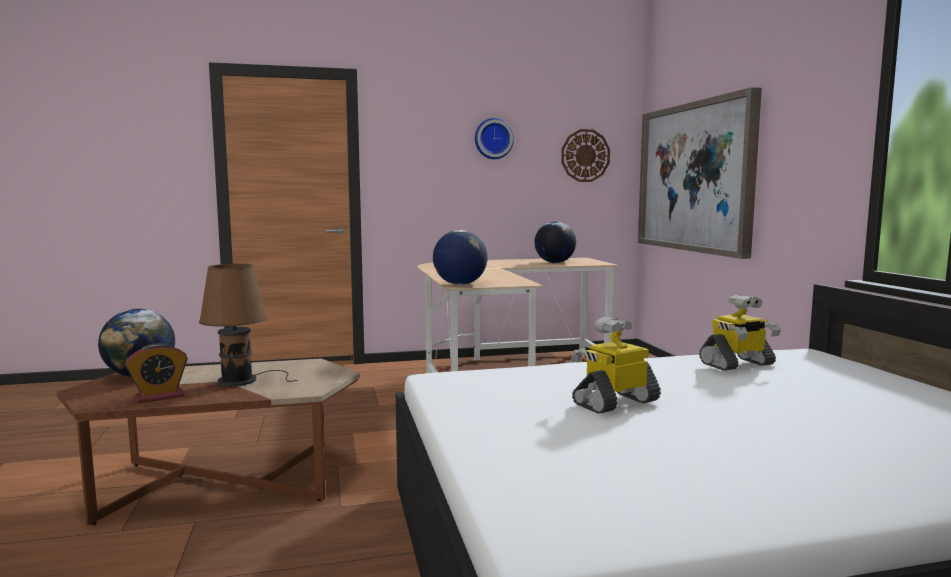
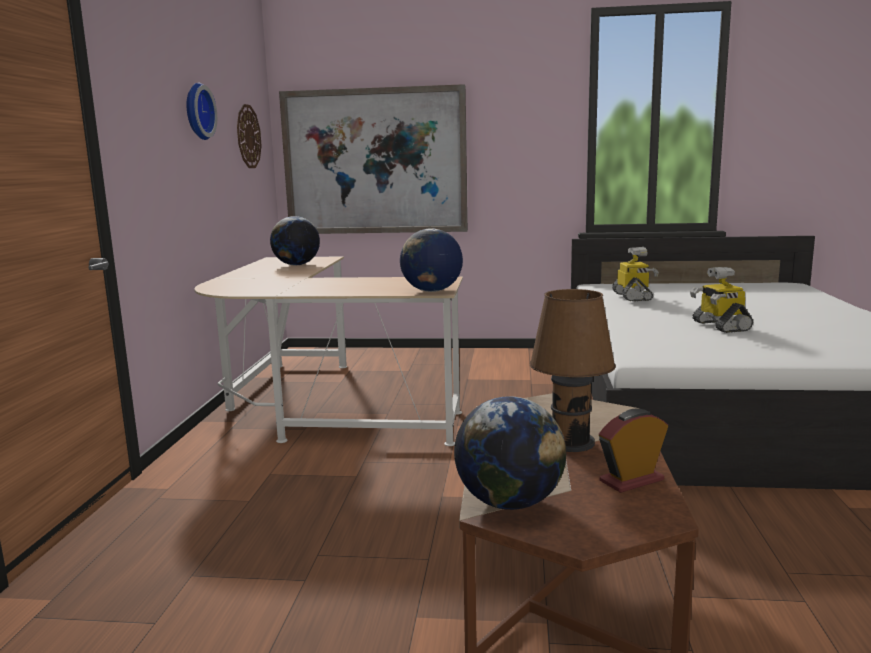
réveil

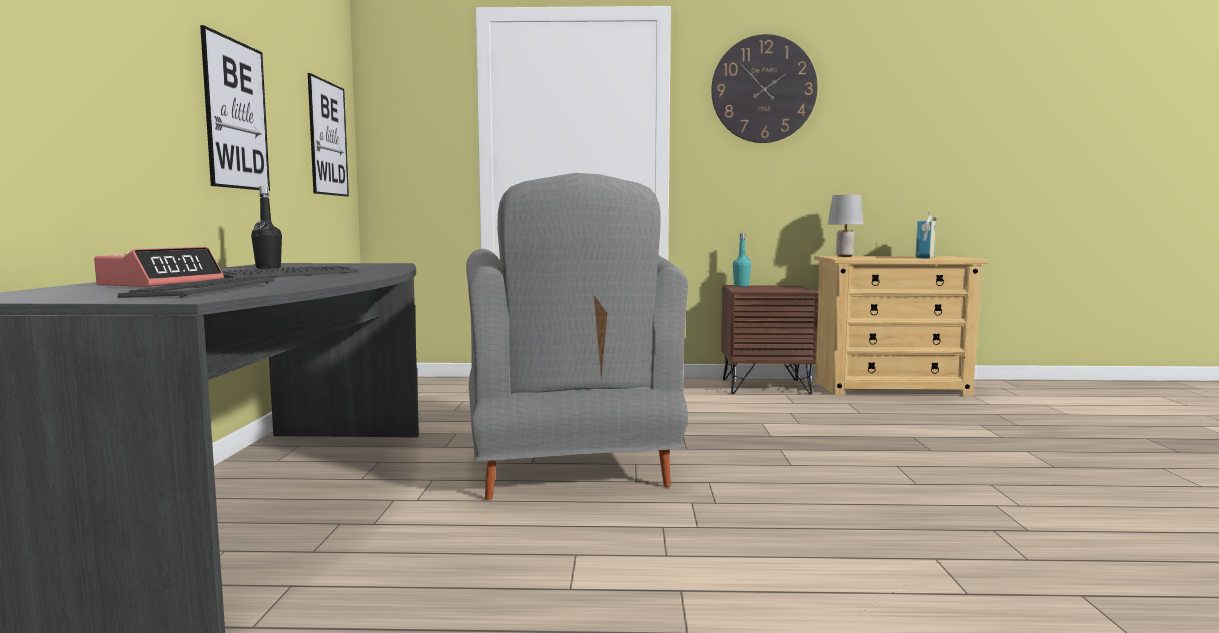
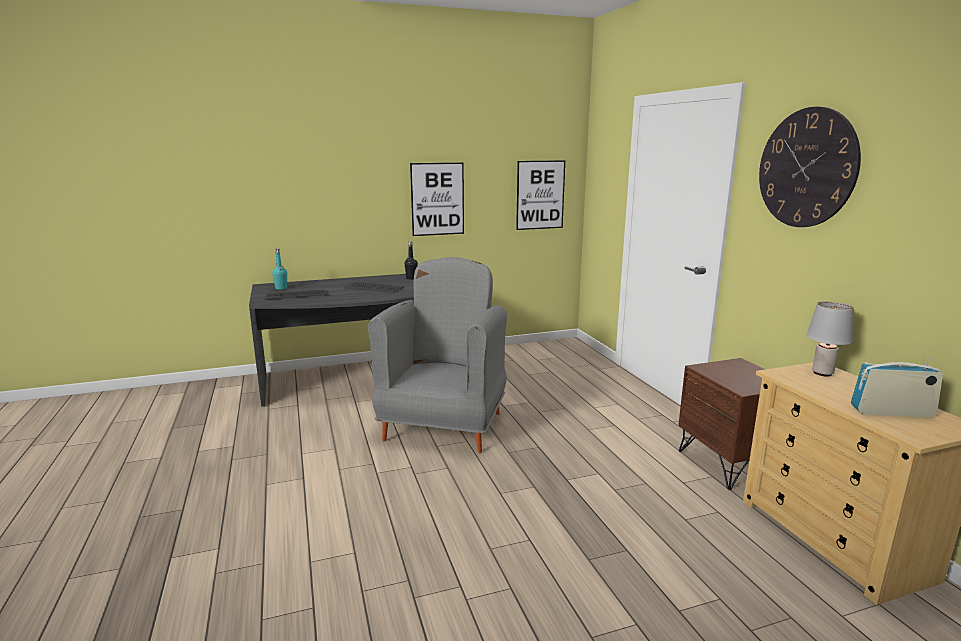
réveil
bouteille/turquoise
fauteuil/gris

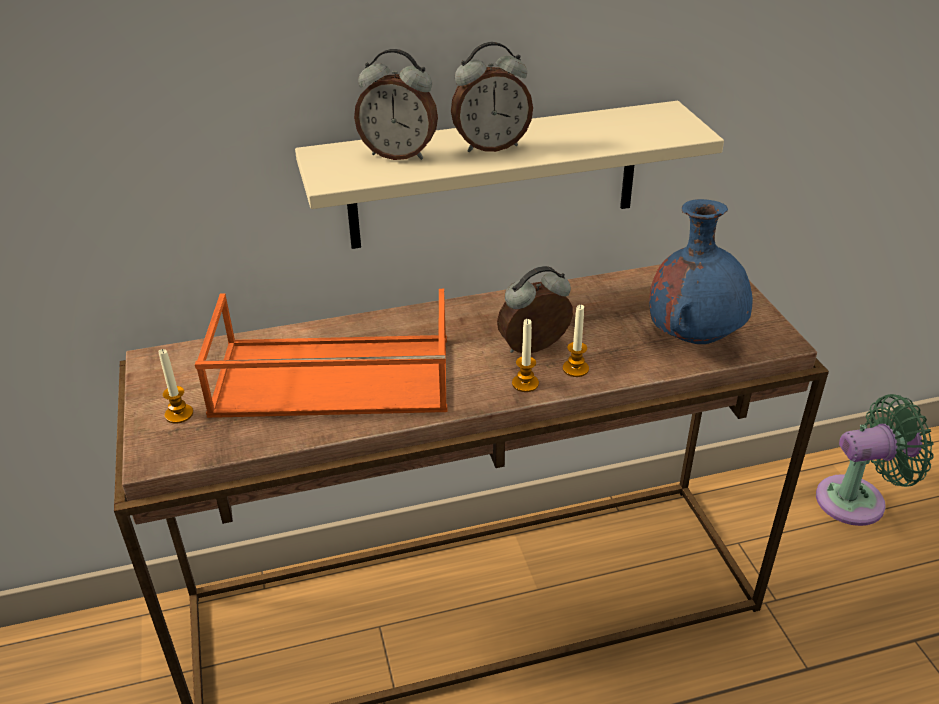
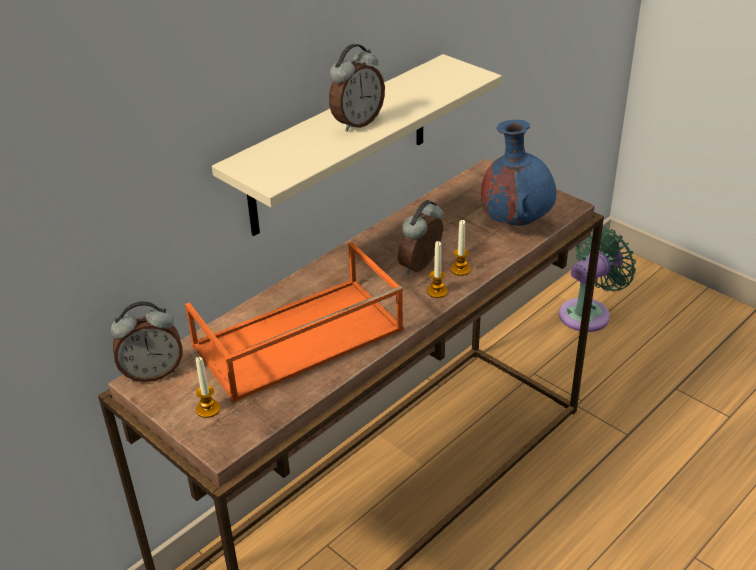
réveil (1st from left)

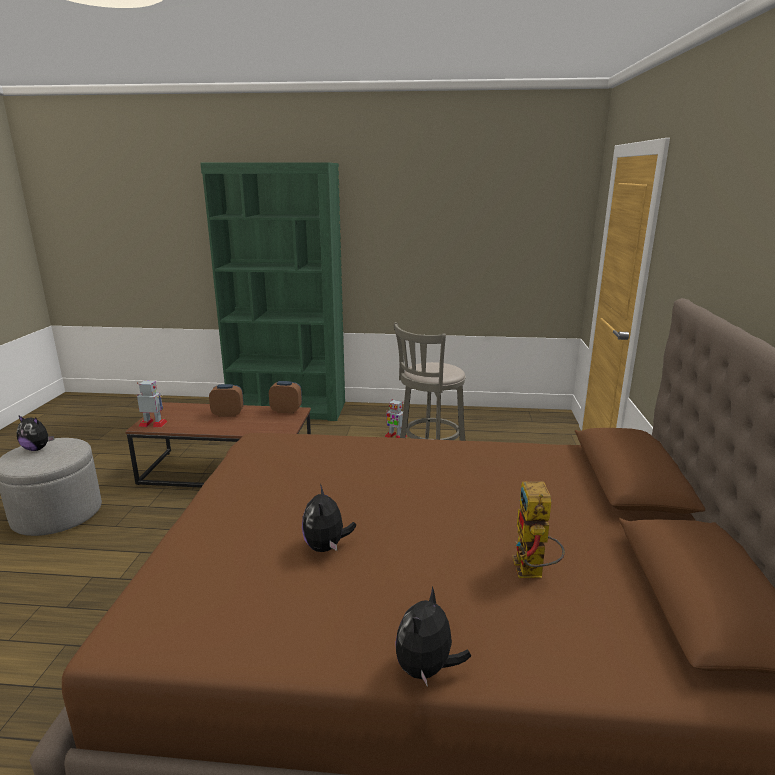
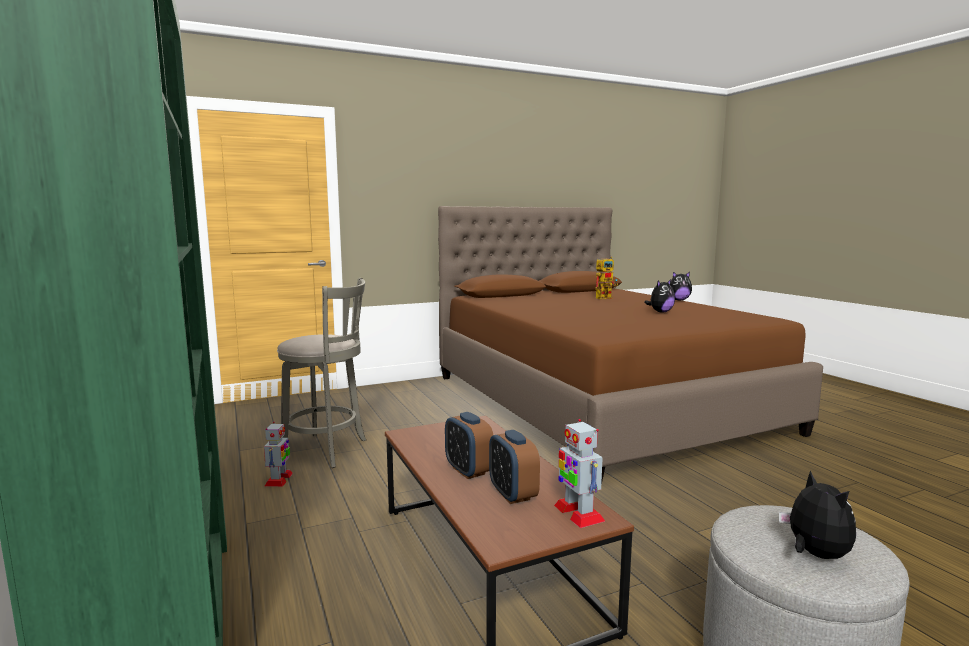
réveil (2nd from left)

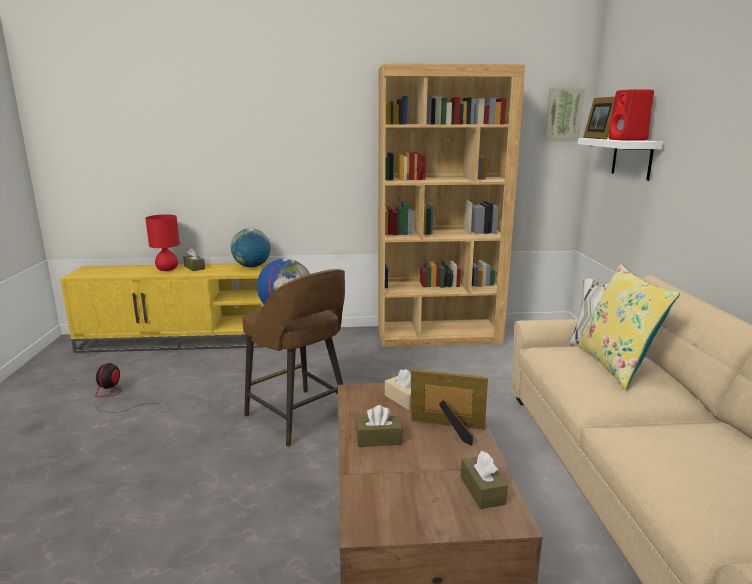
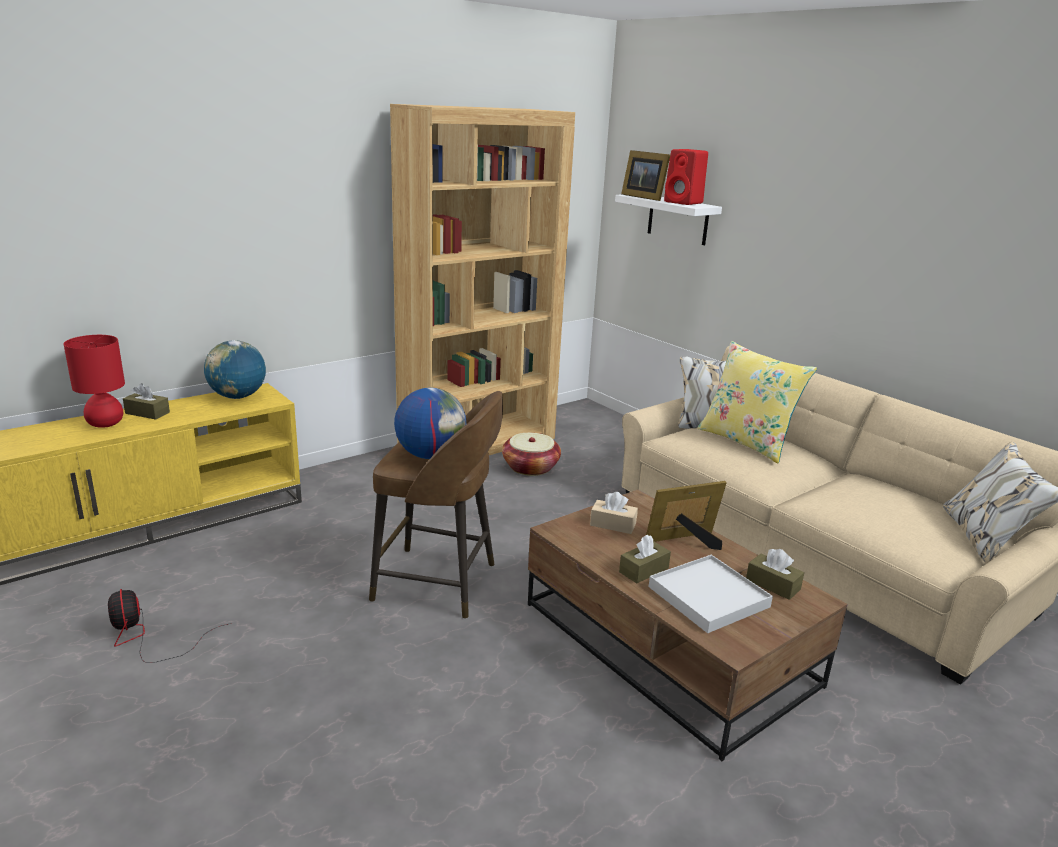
tableau
panier
plateau/blanc

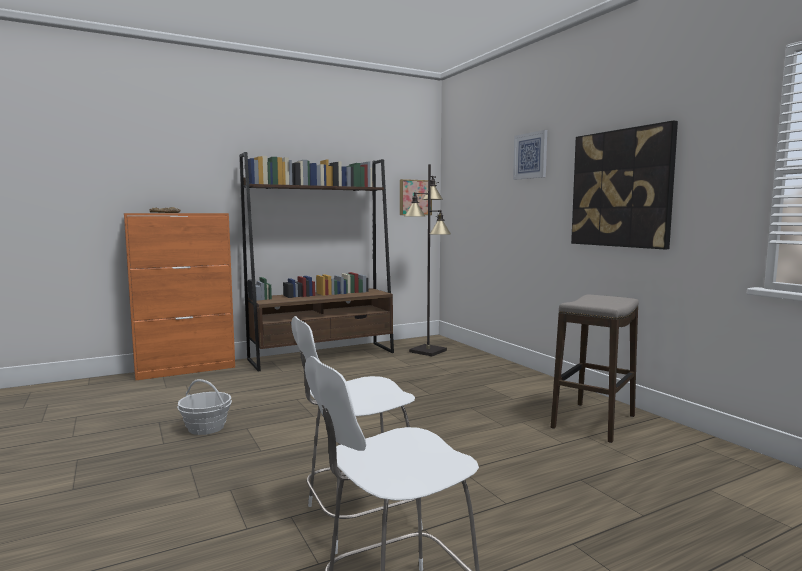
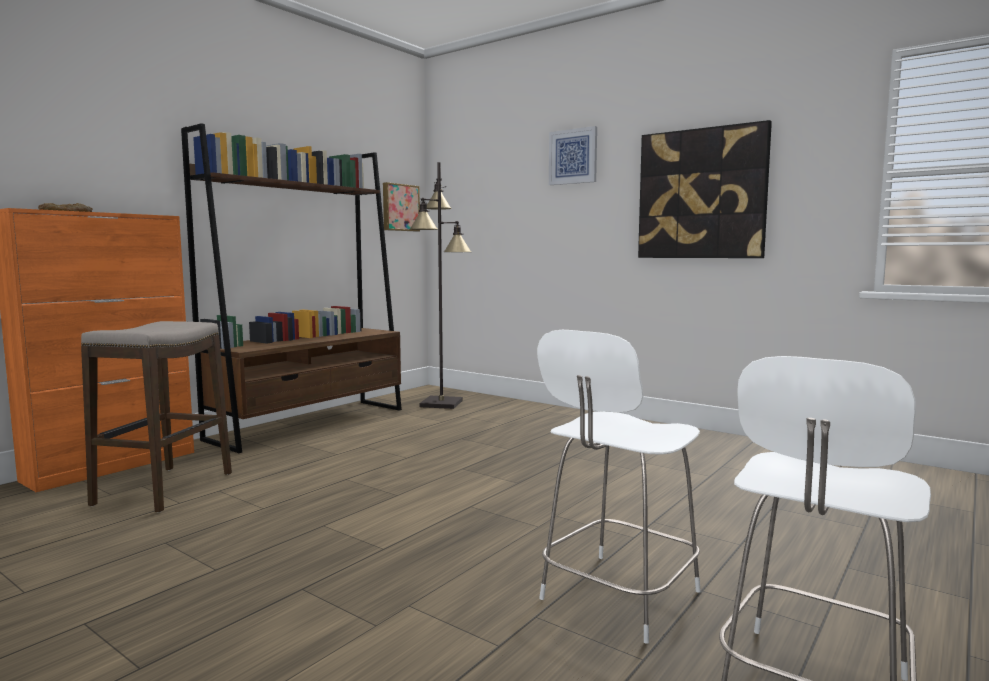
panier
tabouret

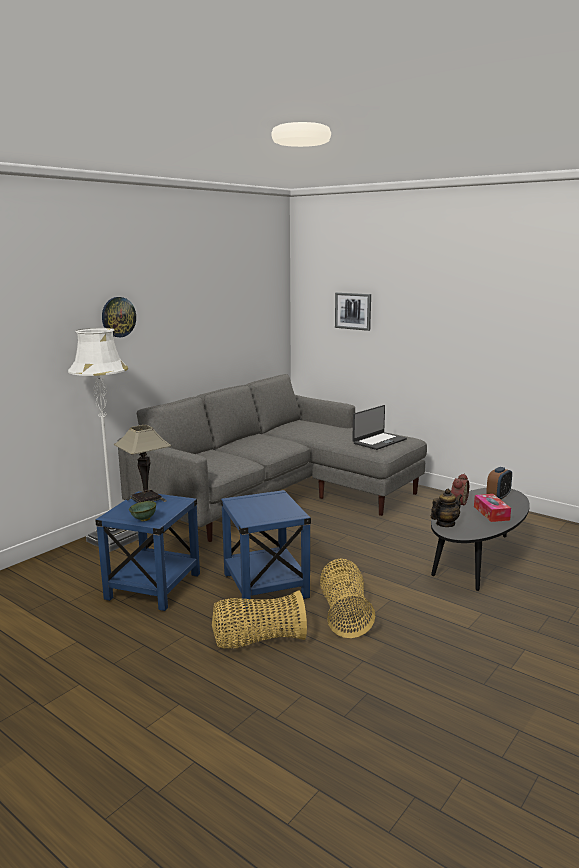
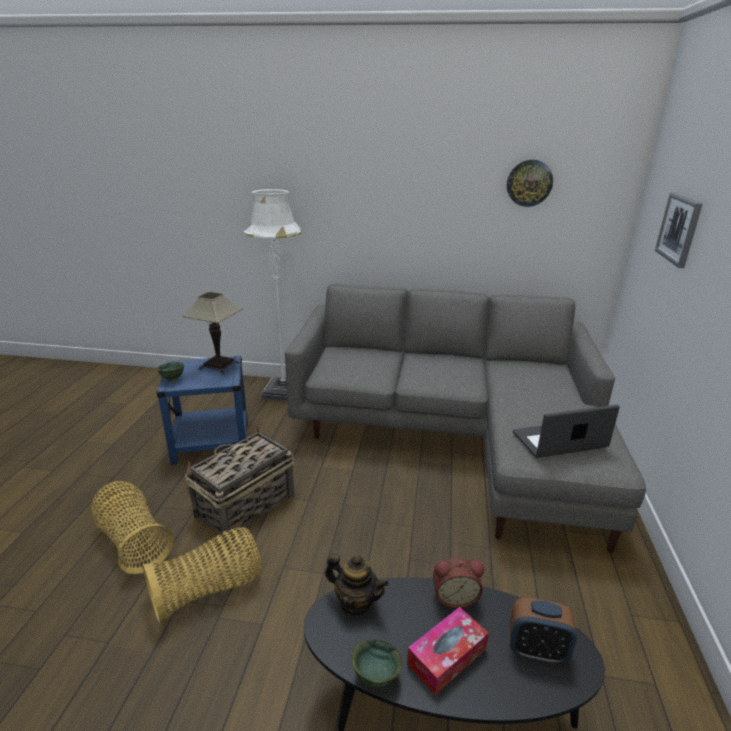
bol/vert (2nd from left)
horloge murale
panier (3rd from left)
ordinateur portable

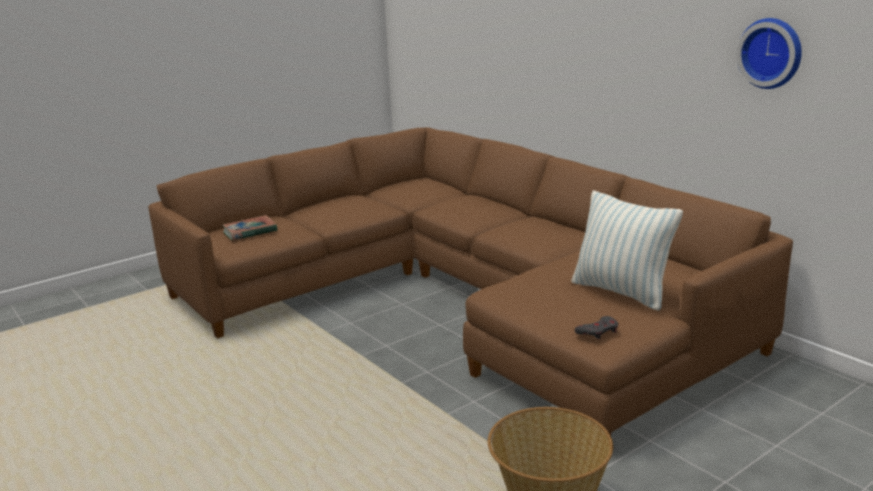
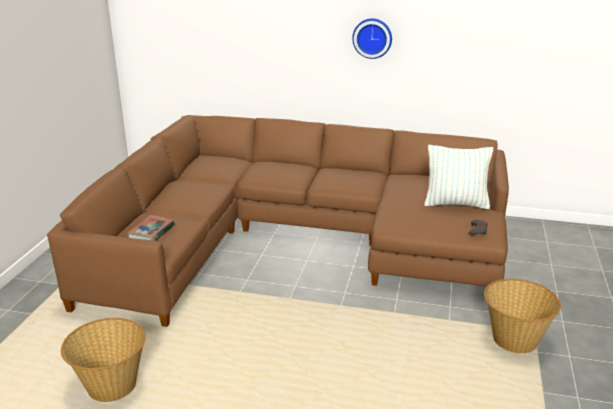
panier (1st from left)
horloge murale

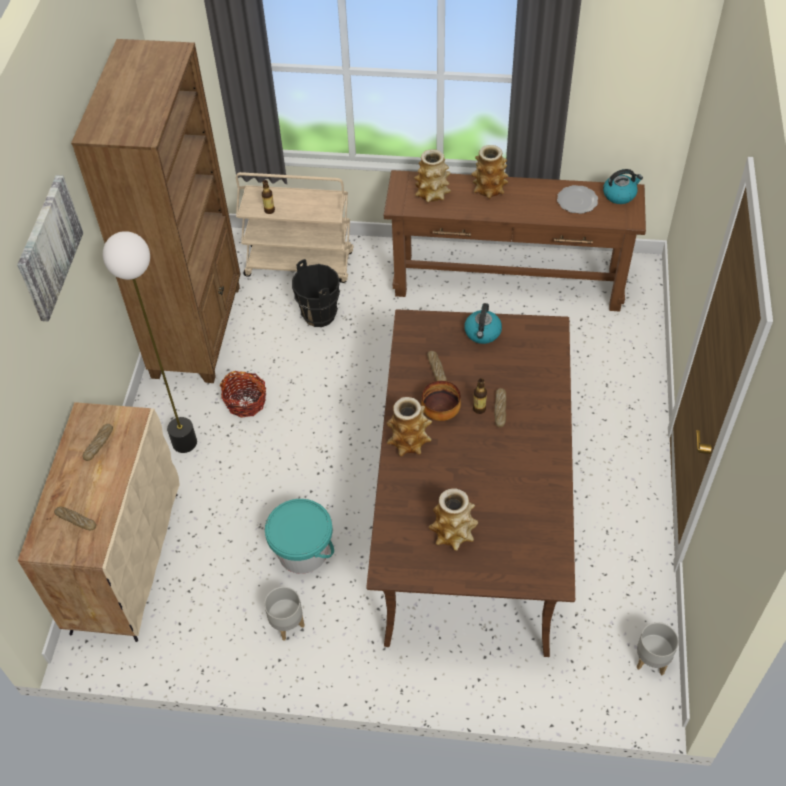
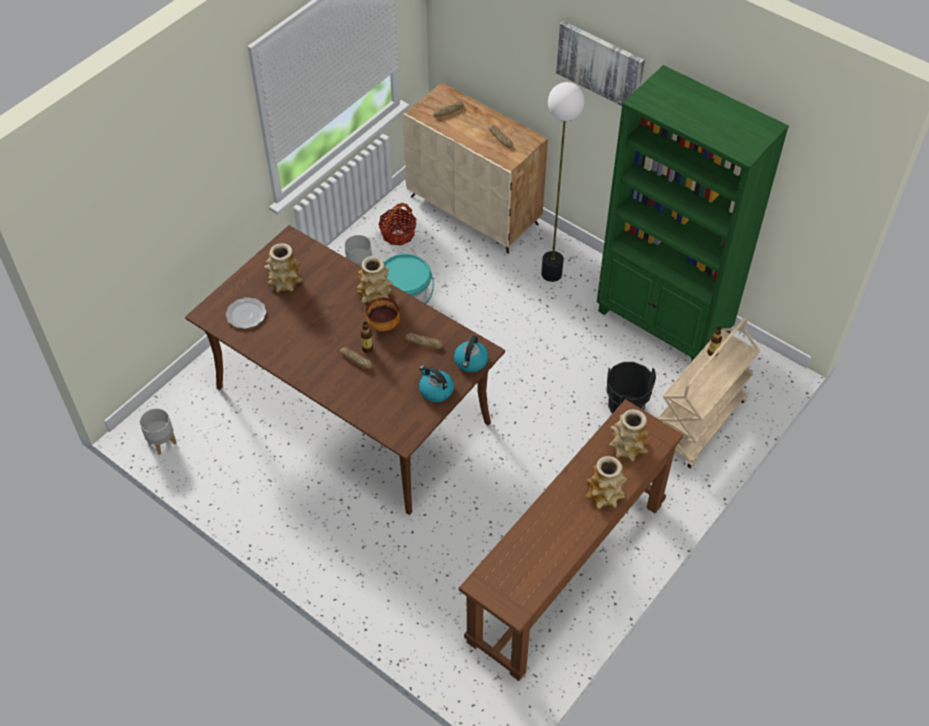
panier
assiette
bouilloire (2nd from left)
bibliothèque/vert

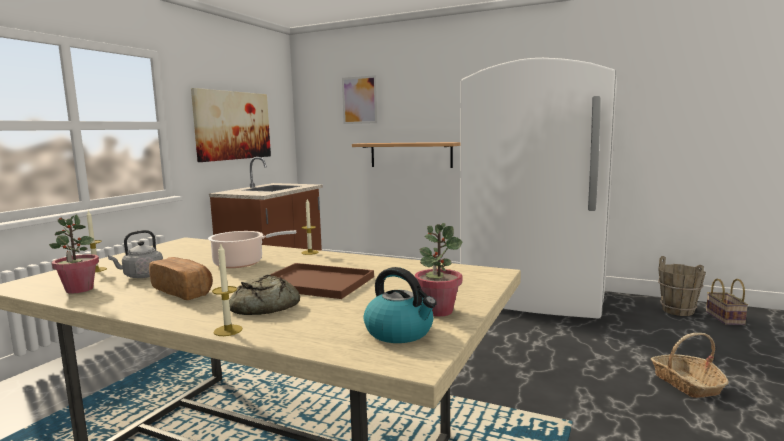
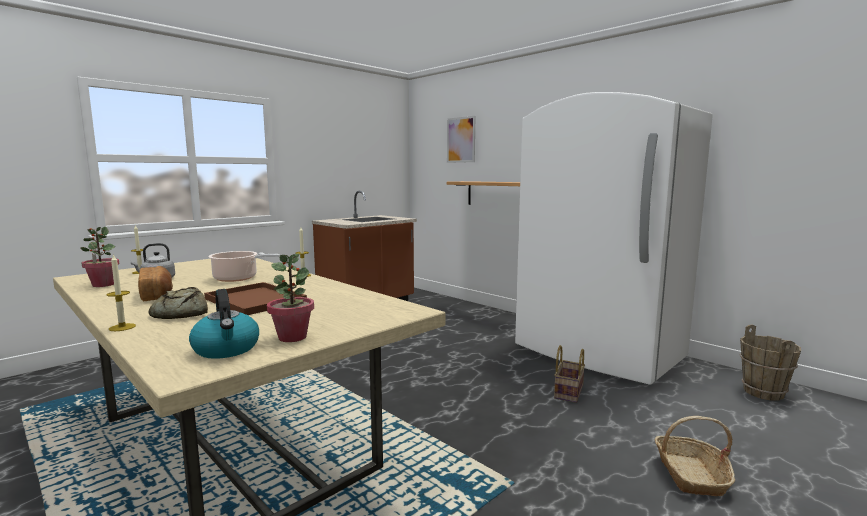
tableau (1st from left in the first image)
panier (1st from left)

